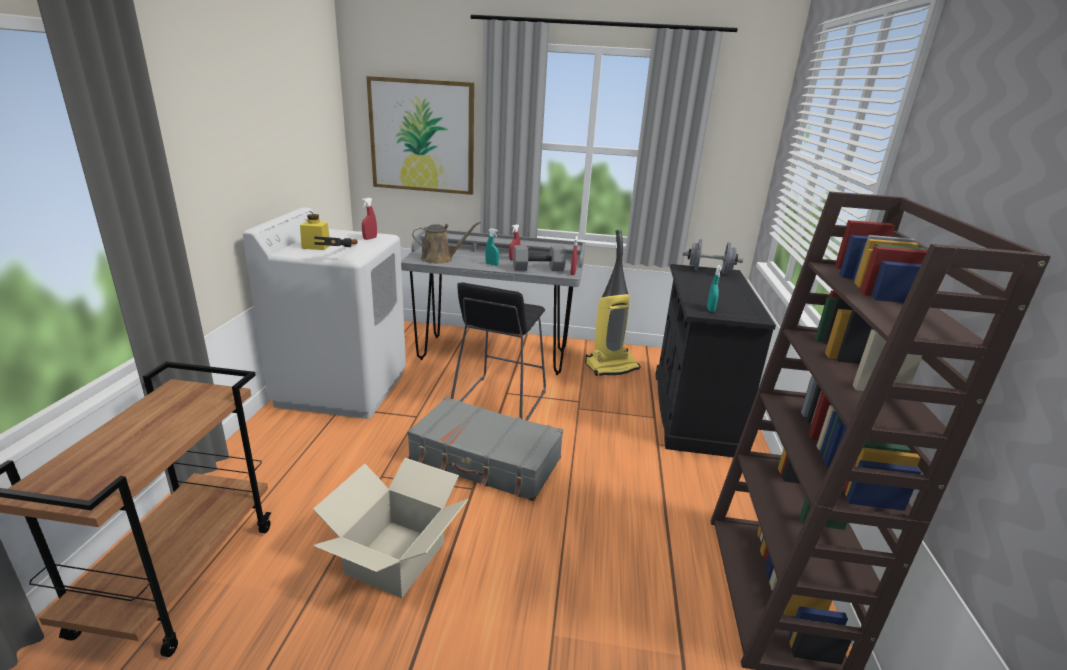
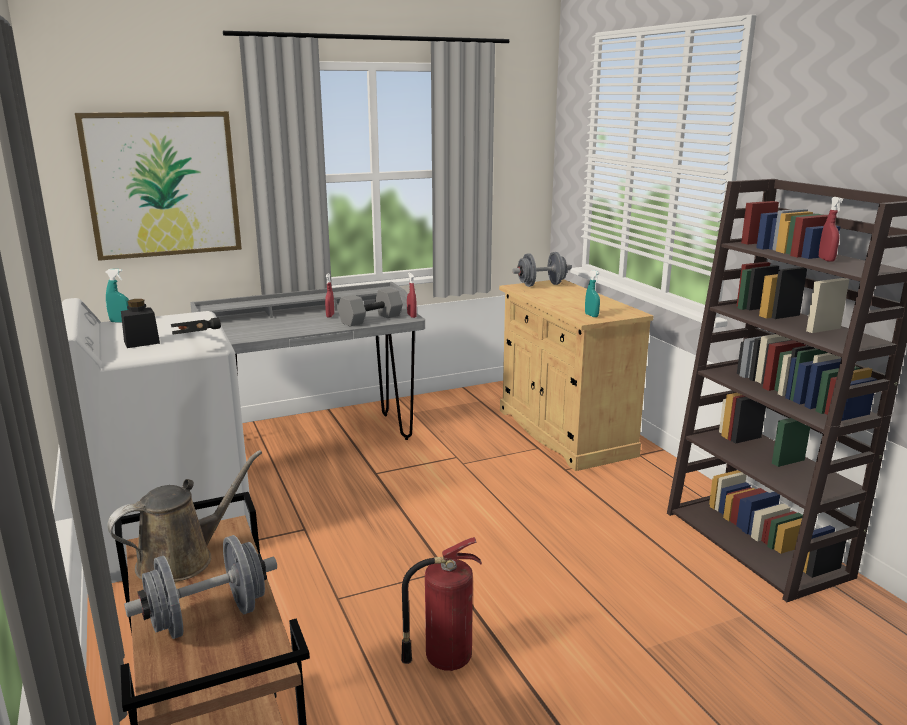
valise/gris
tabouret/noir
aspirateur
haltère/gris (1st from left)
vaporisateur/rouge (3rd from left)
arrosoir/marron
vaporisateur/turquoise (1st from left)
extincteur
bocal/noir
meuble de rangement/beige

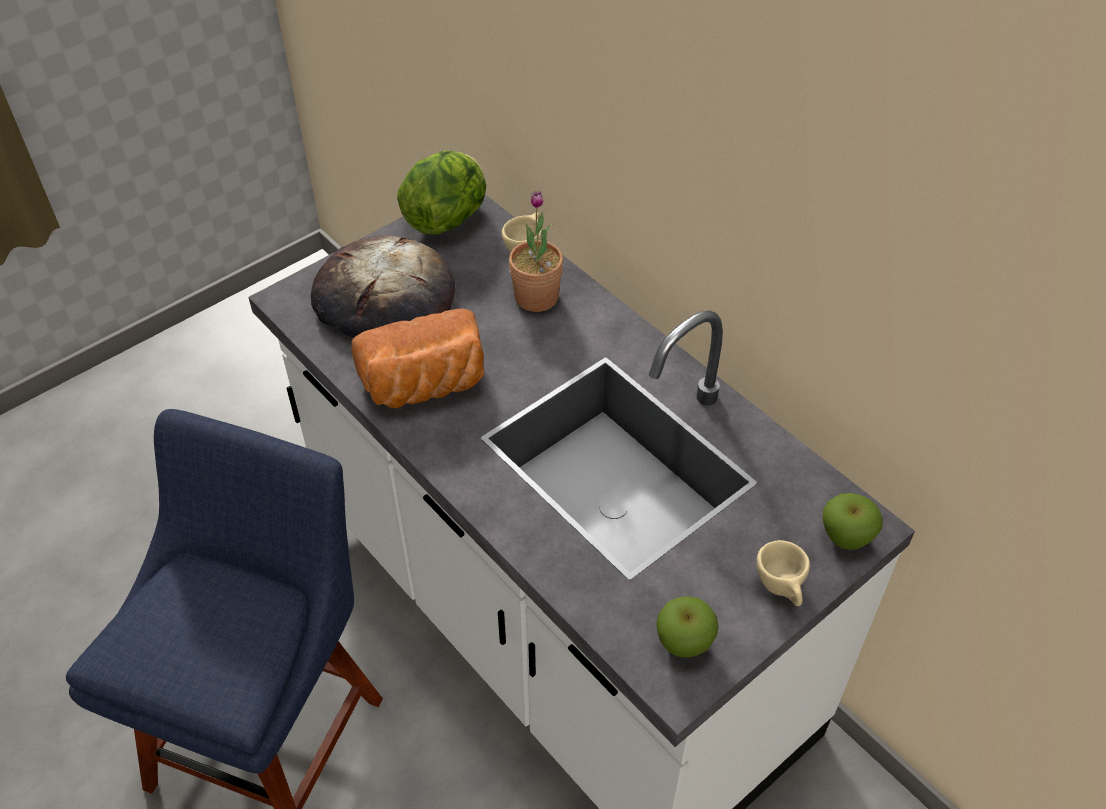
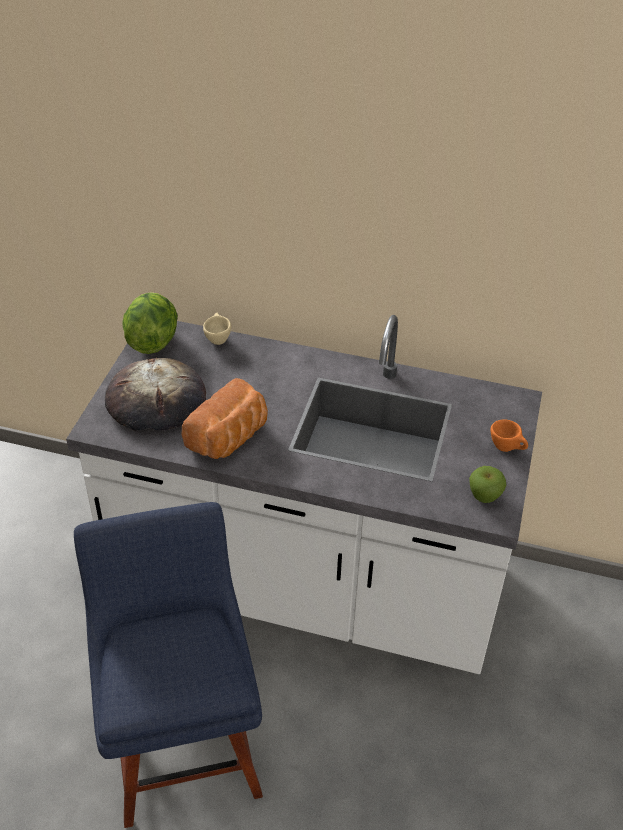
plante en pot
pomme (2nd from left in the first image)
tasse/orange

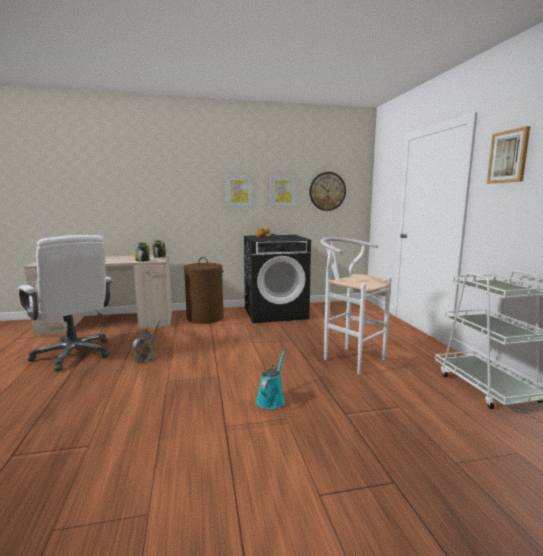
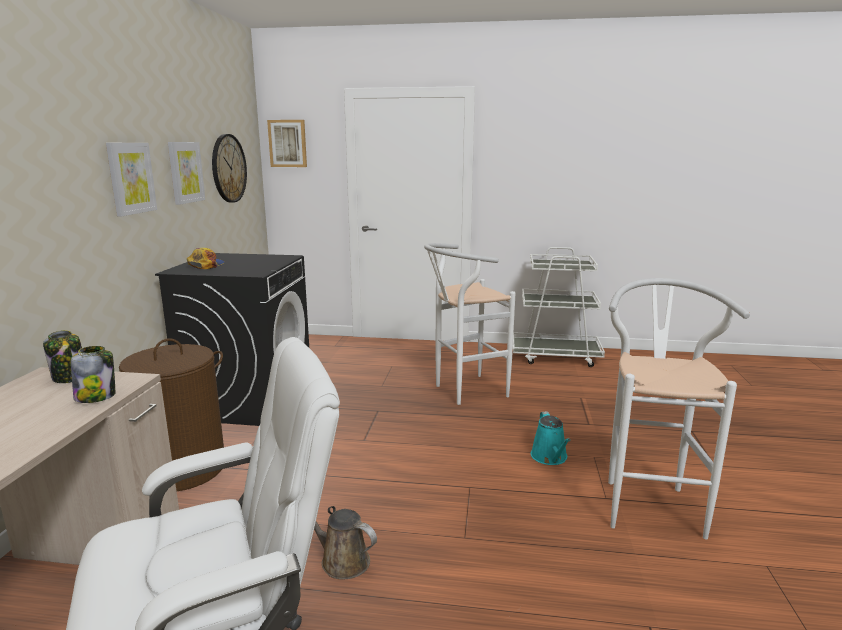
tabouret/blanc (2nd from left)
tableau (3rd from left)
arrosoir/turquoise

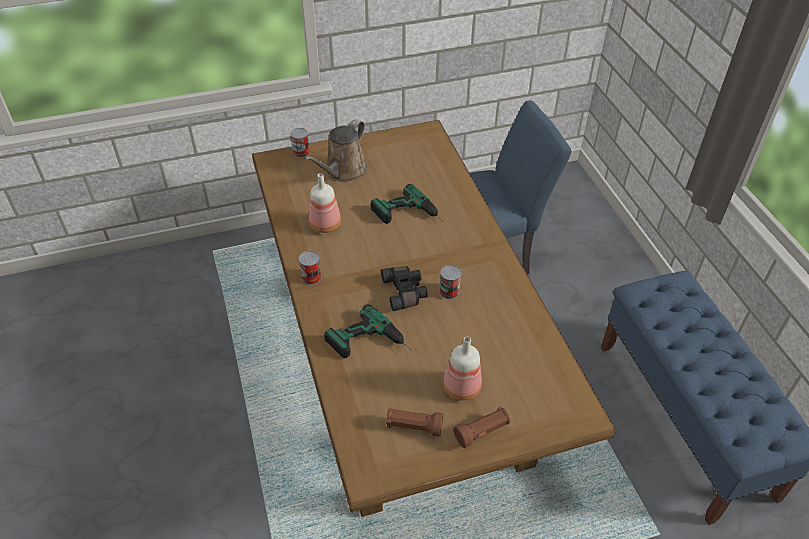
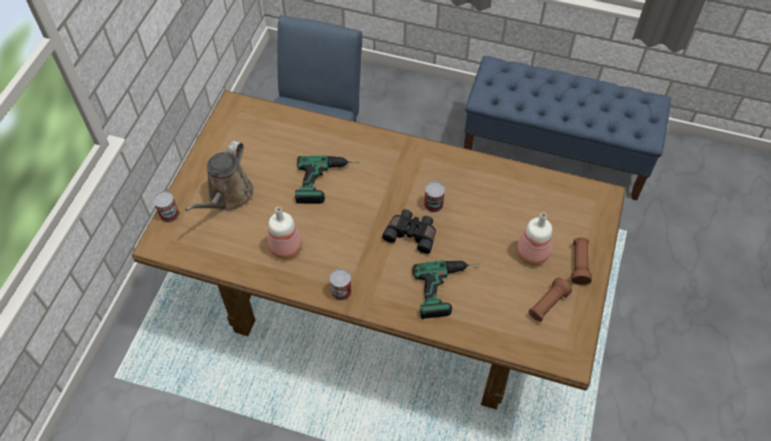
arrosoir/marron

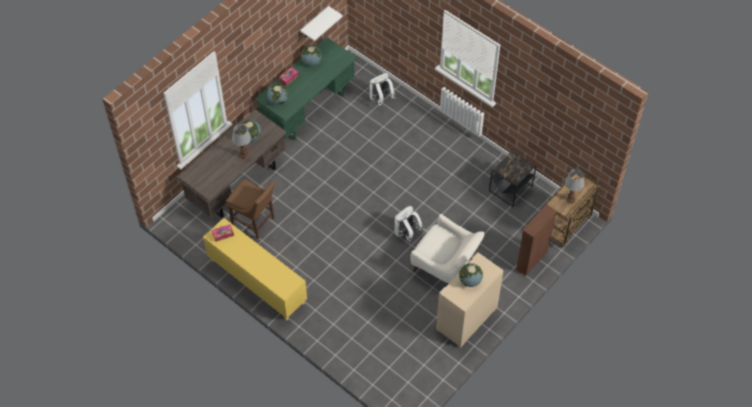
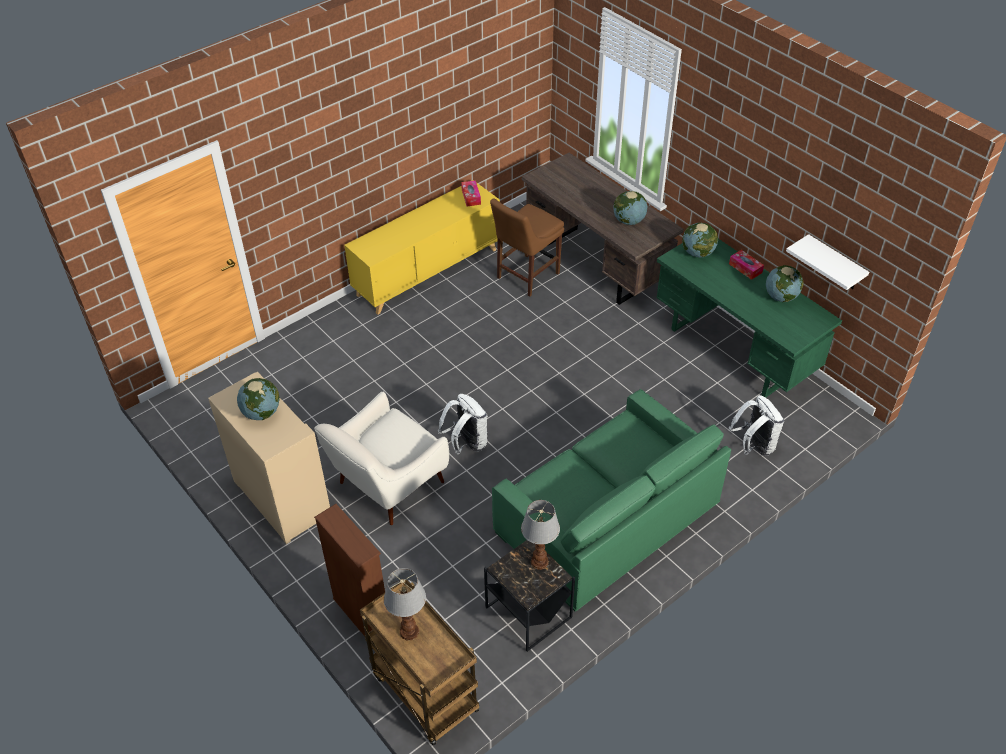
canapé/vert
lampe de table (2nd from left)

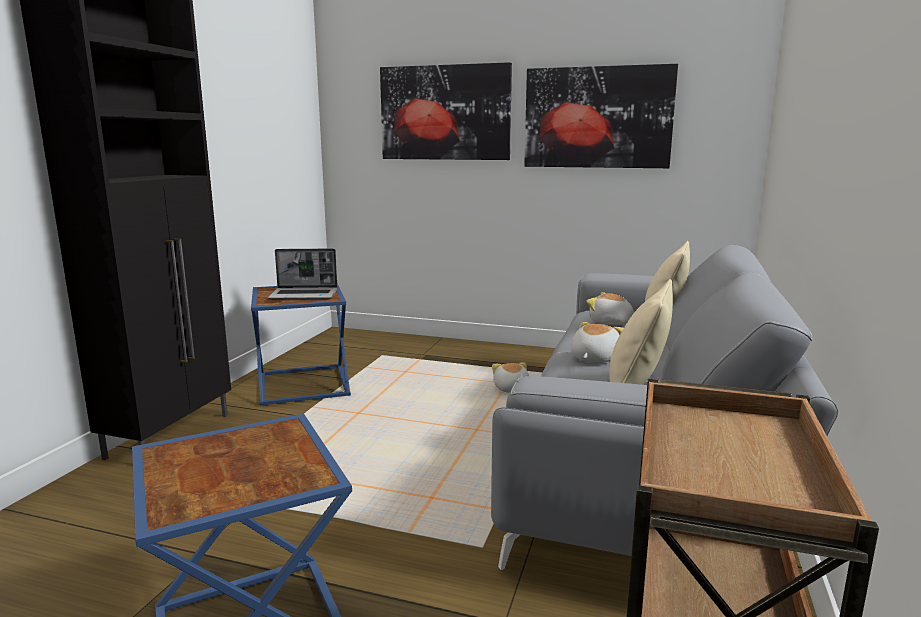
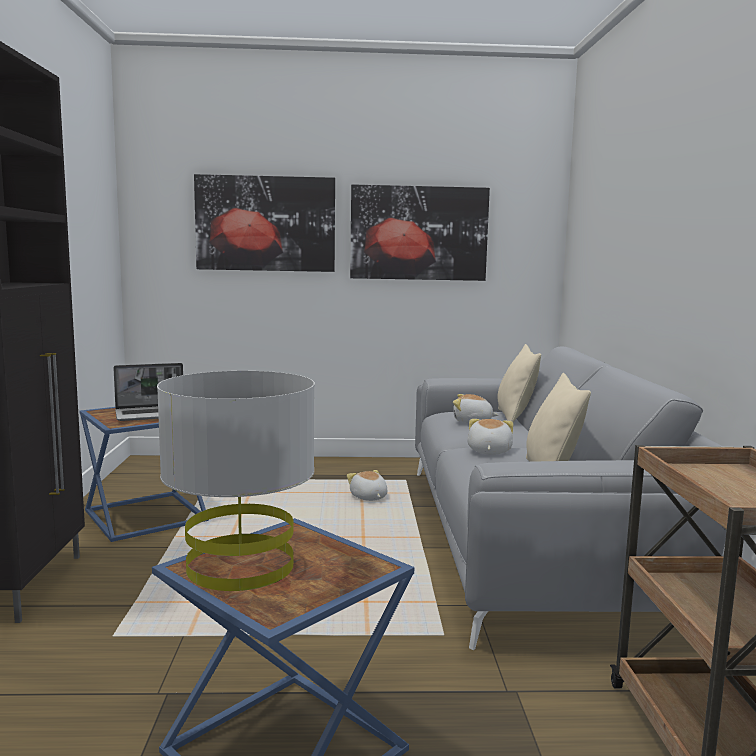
lampe de table/gris

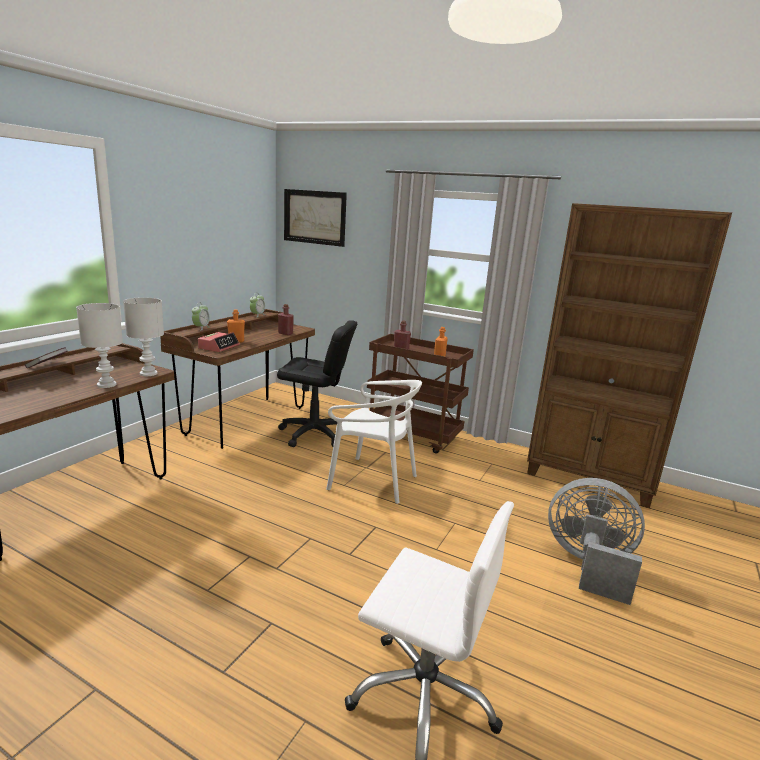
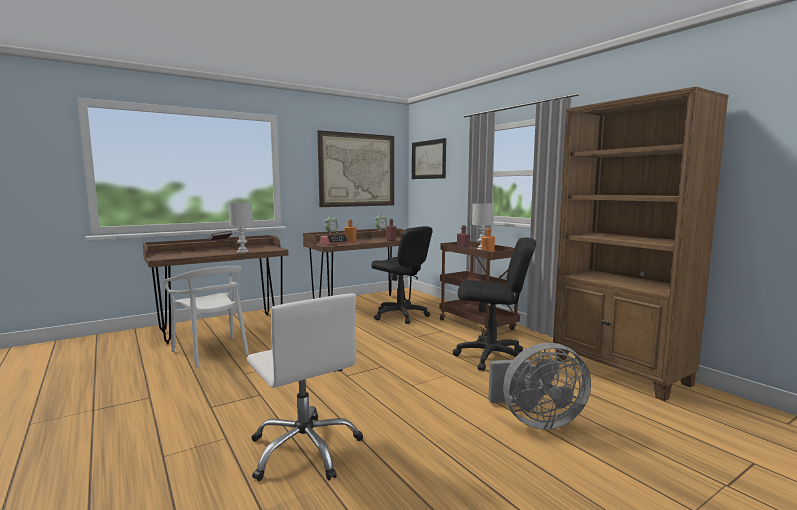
tableau (1st from left)
chaise de bureau/noir (2nd from left)
lampe de table/blanc (2nd from left)
chaise/blanc
ventilateur/gris

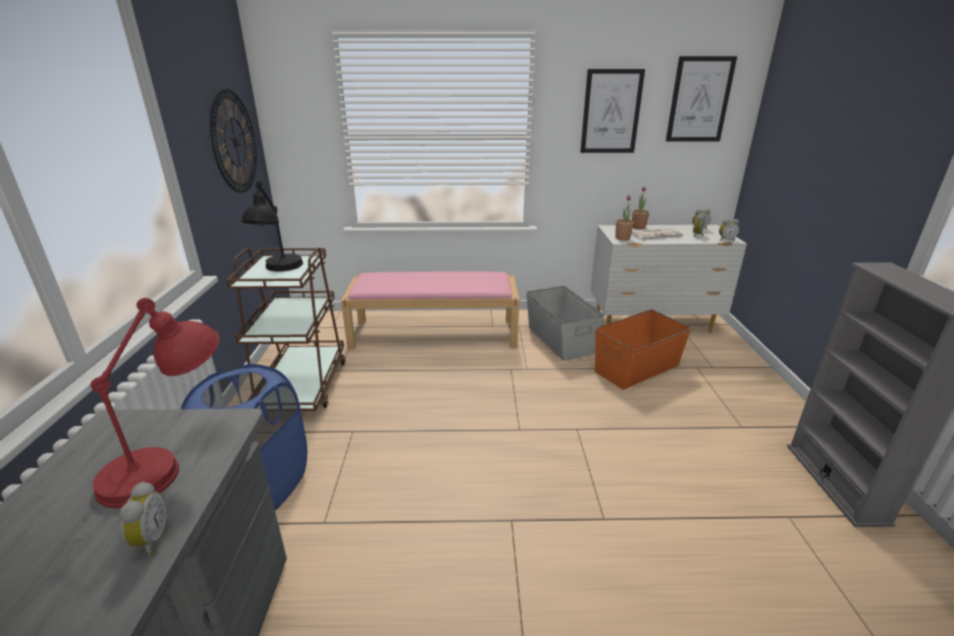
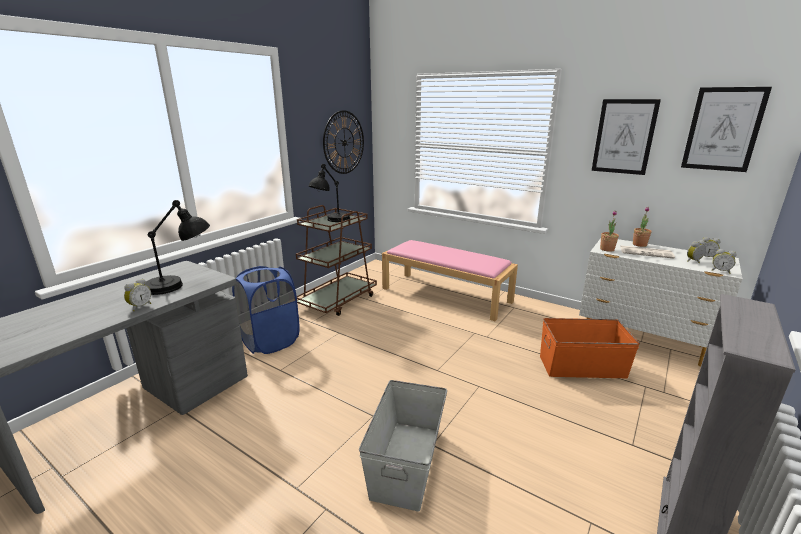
boîte de rangement/gris
lampe de table/noir (1st from left)

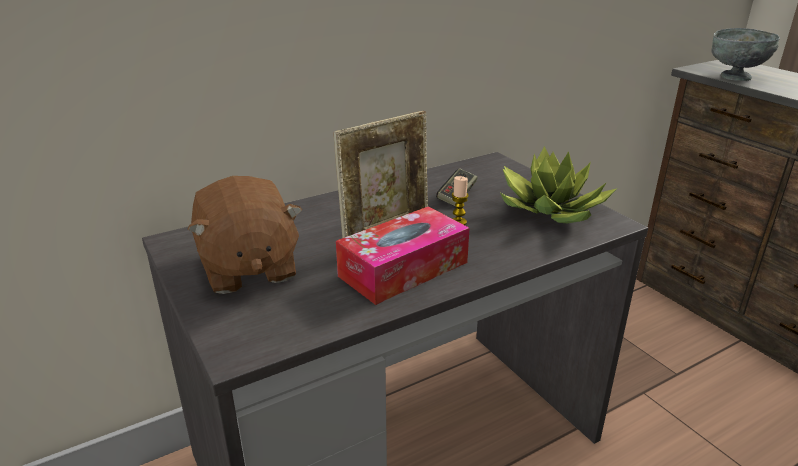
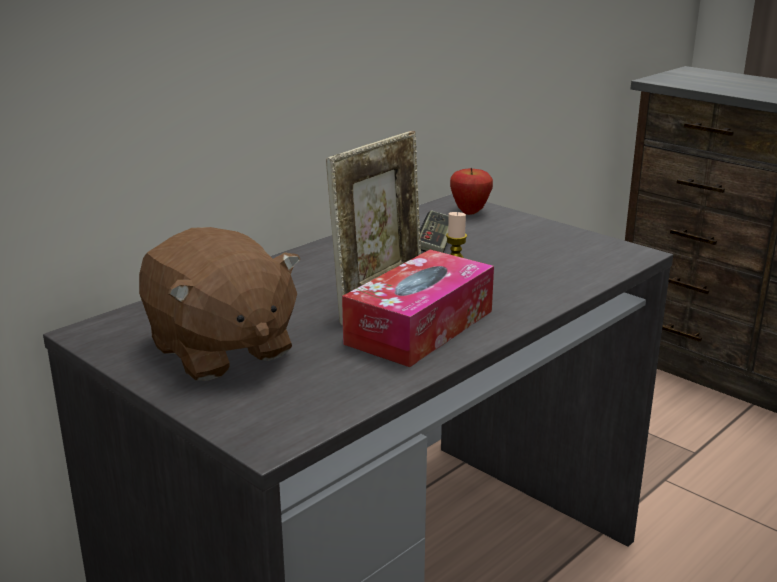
plante en pot
bol/gris
pomme

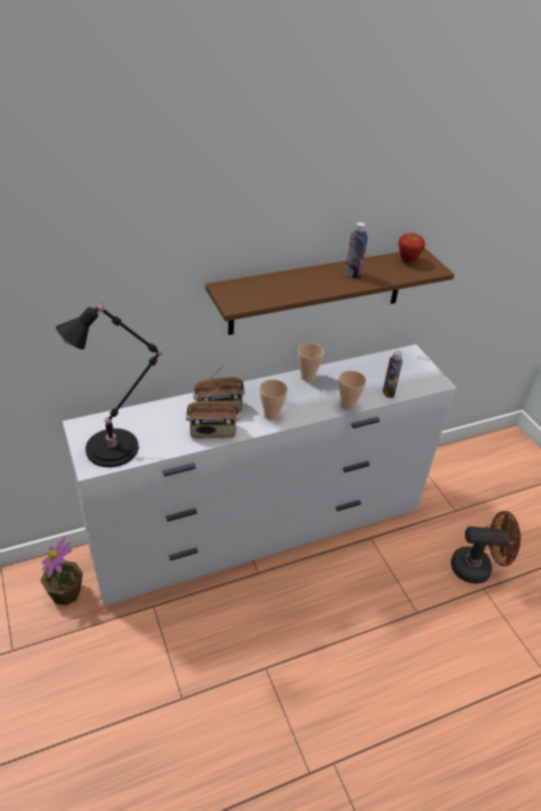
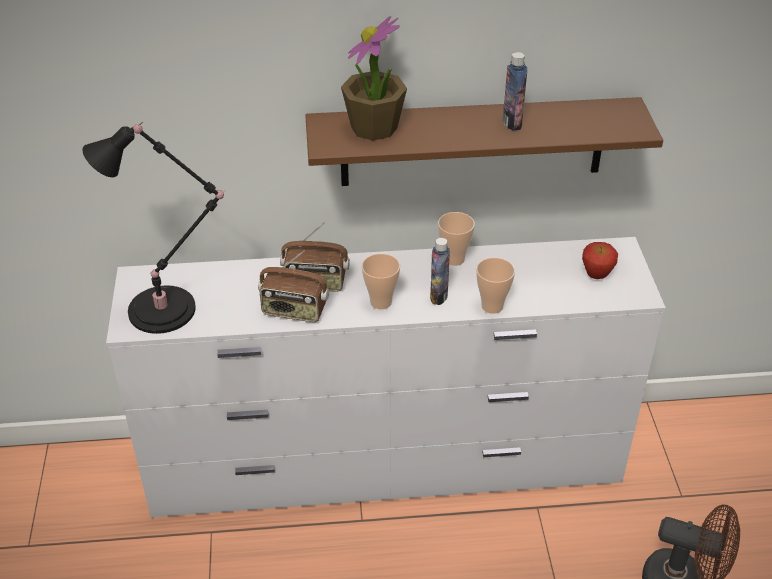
plante en pot
bouteille (1st from left)
pomme

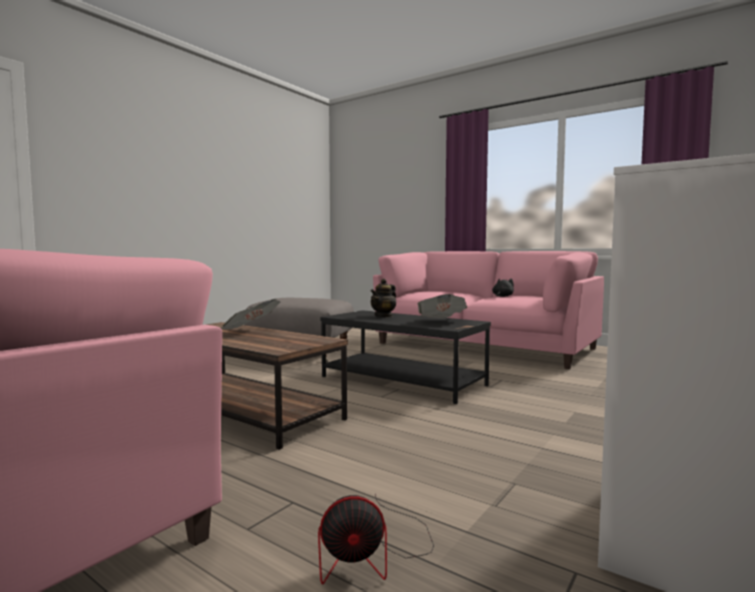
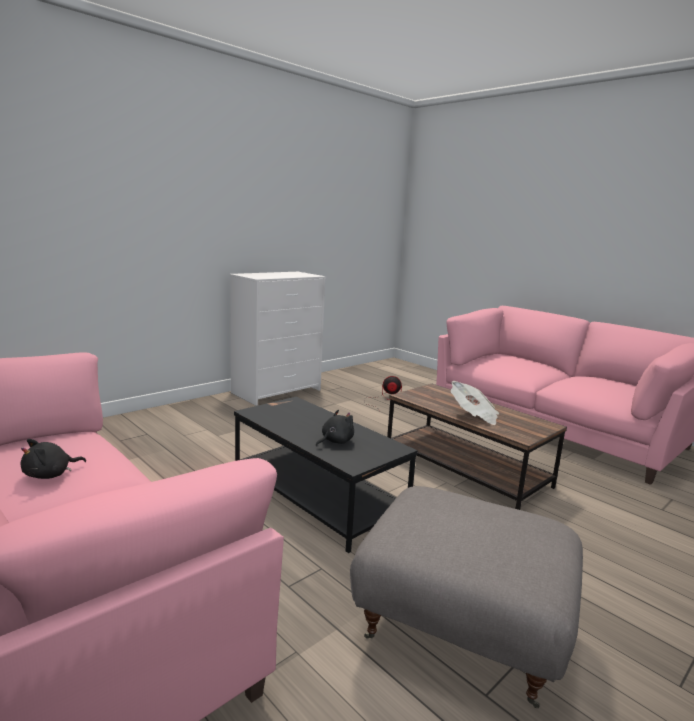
journal (2nd from left in the first image)
peluche/noir (2nd from left)

